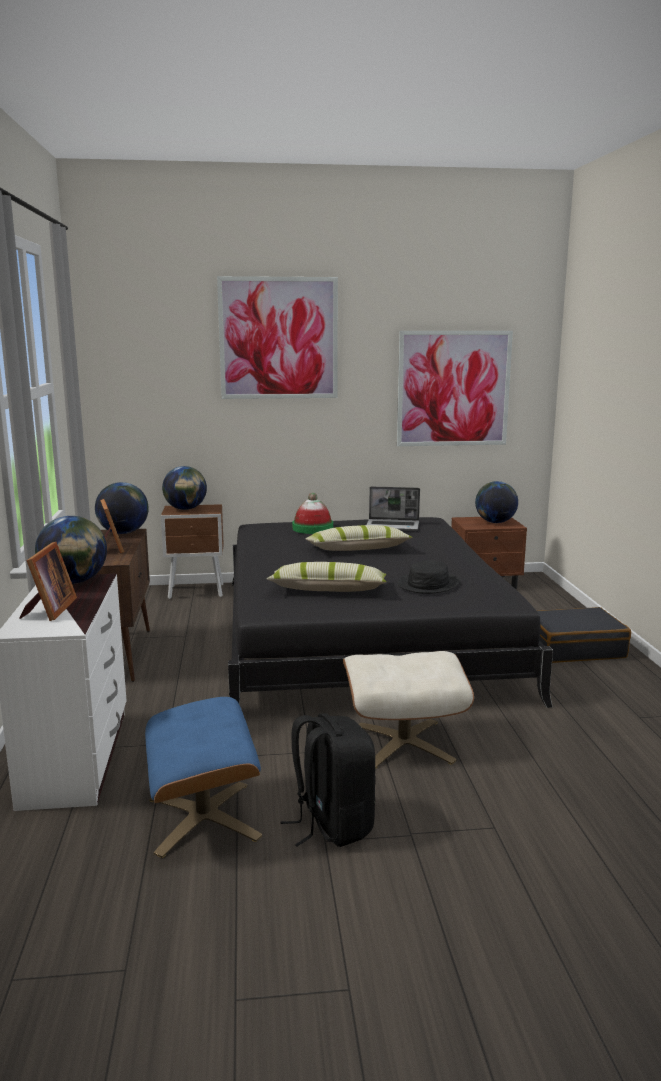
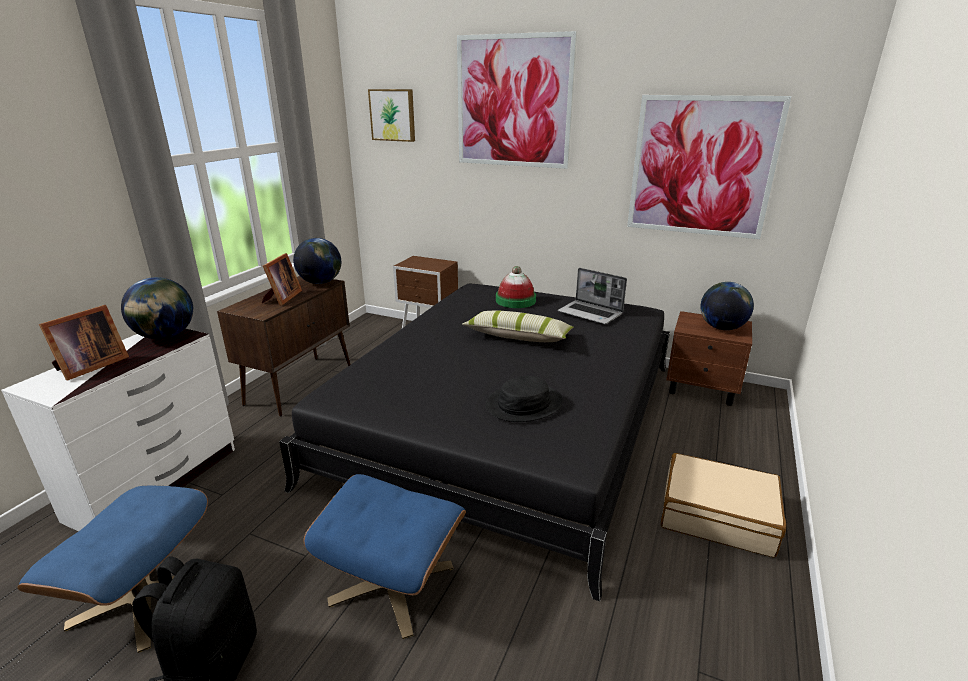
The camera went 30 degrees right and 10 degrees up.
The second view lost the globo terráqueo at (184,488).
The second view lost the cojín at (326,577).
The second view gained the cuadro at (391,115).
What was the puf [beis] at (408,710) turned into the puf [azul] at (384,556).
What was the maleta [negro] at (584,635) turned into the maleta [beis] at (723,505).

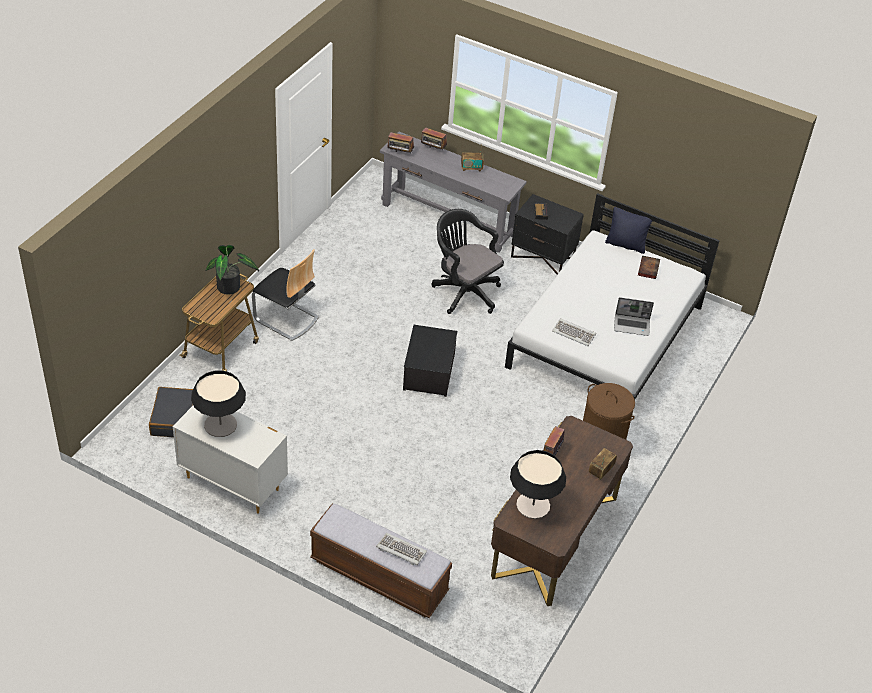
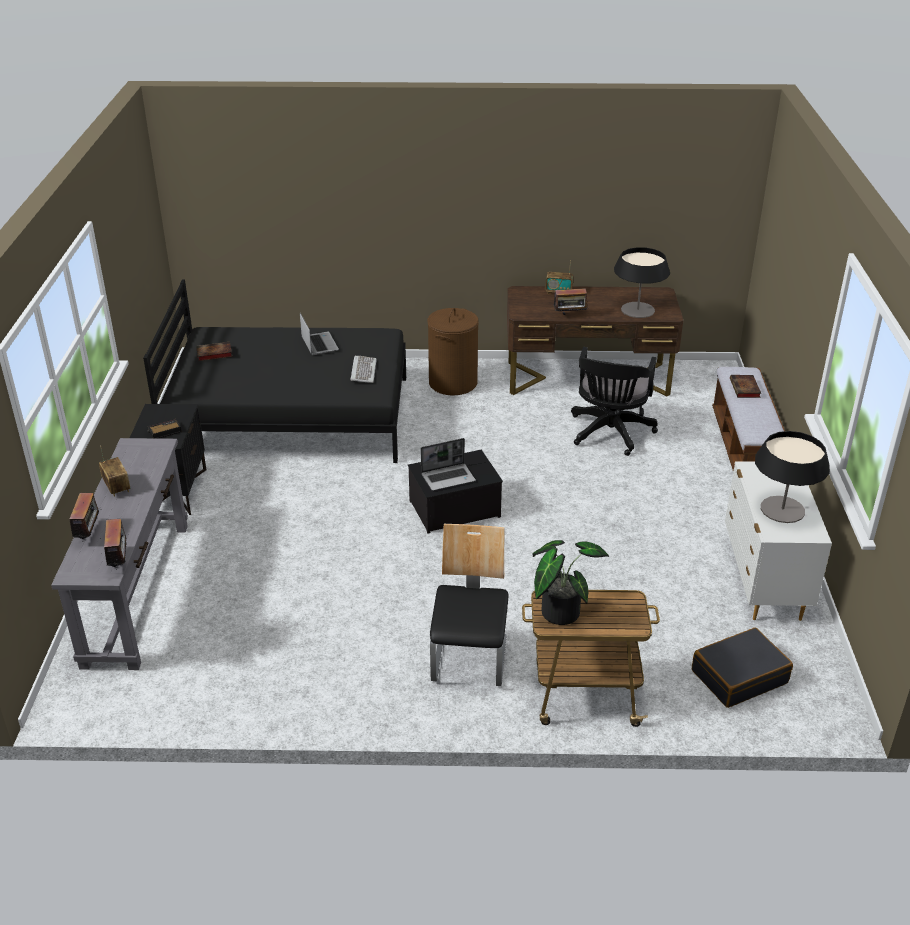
The camera went 115 degrees left and 10 degrees down.
The second view lost the cojín [negro] at (628,230).
The second view gained the portátil at (448,464).
The silla de oficina [negro] ended up elsewhere, having gone from (468,261) to (614,401).
Where the teclado stood at (401,549), the libro came to stand at (745,386).
What was the cama [blanco] at (612,296) turned into the cama [negro] at (274,371).

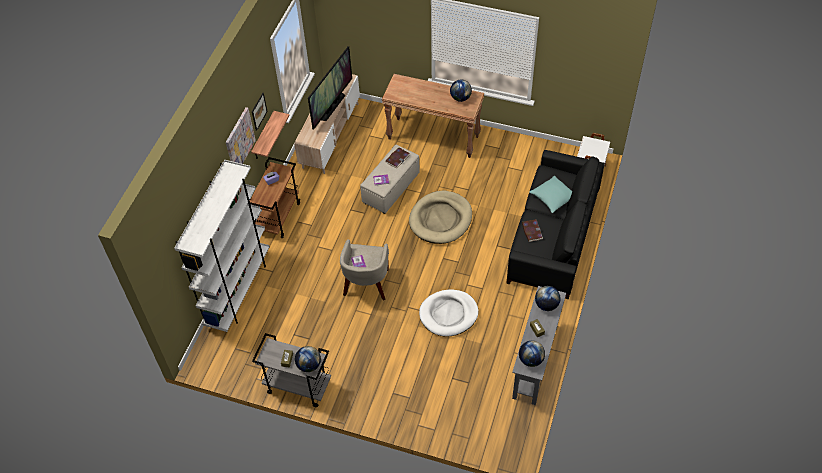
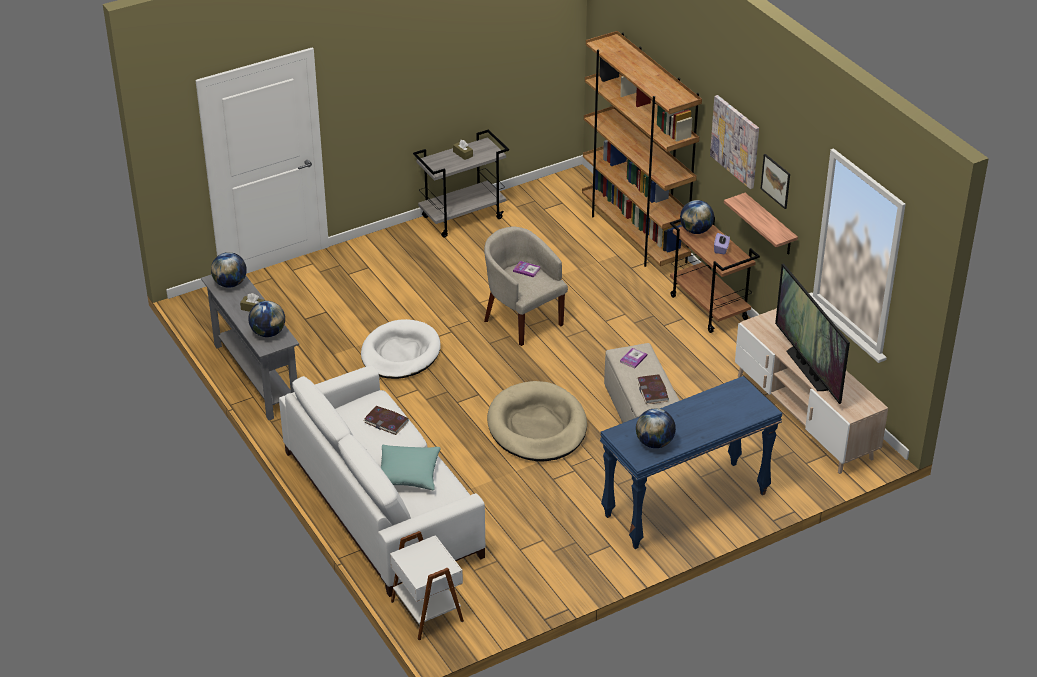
The camera went 130 degrees right and 15 degrees down.
The globo terráqueo ended up elsewhere, having gone from (308,359) to (697,217).
What was the estantería [blanco] at (221,246) turned into the estantería [marrón] at (642,149).
What was the mesa consola [marrón] at (433,116) turned into the mesa consola [azul] at (691,462).
What was the sofá [negro] at (555,224) turned into the sofá [blanco] at (382,481).

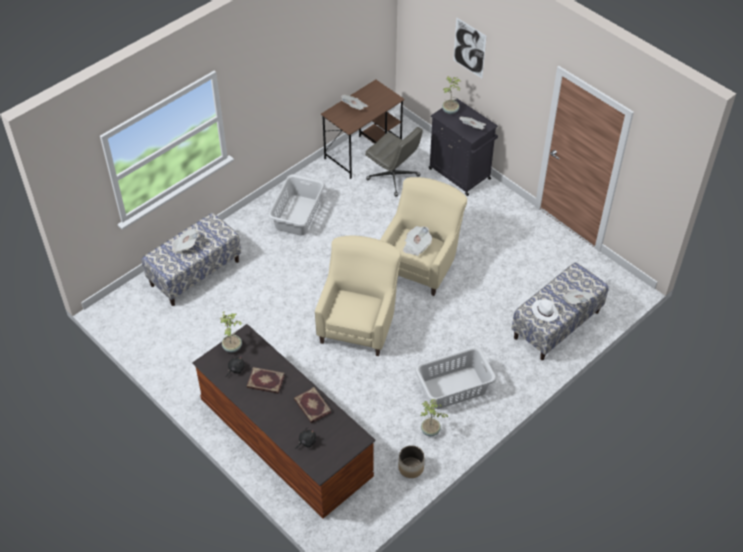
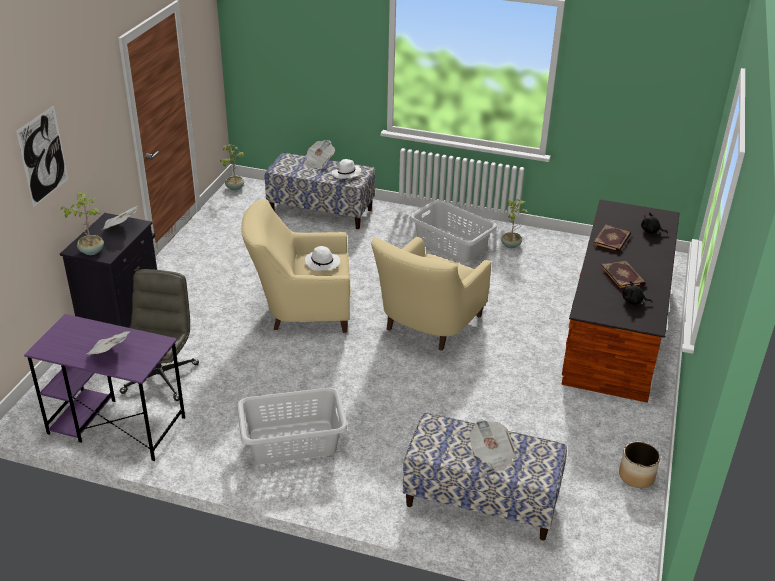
The camera went 120 degrees left and 15 degrees down.
The planta en maceta ended up elsewhere, having gone from (231,331) to (232,167).
The maceta ended up elsewhere, having gone from (411,461) to (639,464).
Where the periódico stood at (417,241), the sombrero [blanco] came to stand at (322,258).
What was the escritorio [marrón] at (363,129) turned into the escritorio [morado] at (104,387).
The sillón [beis] at (358,296) ended up facing another way, 45 degrees counterclockwise from before.

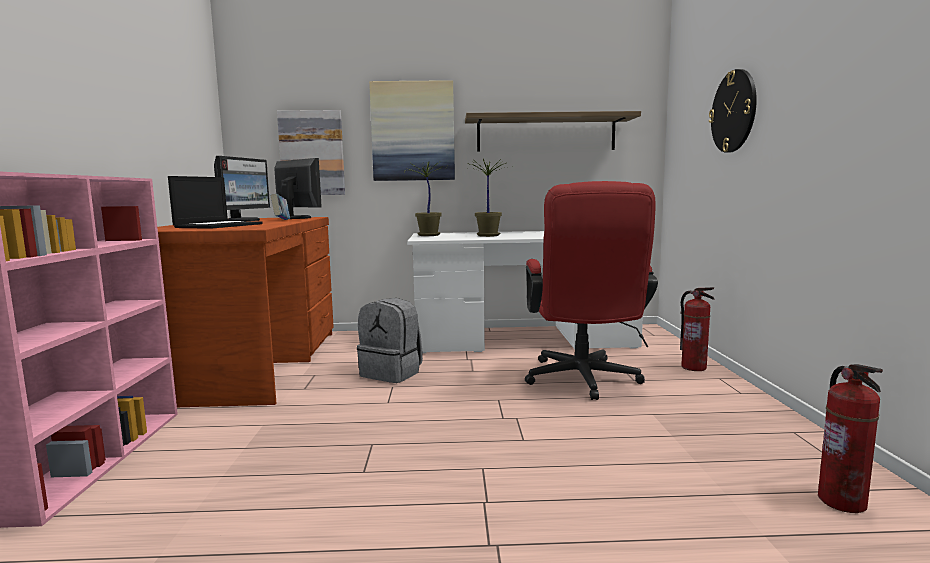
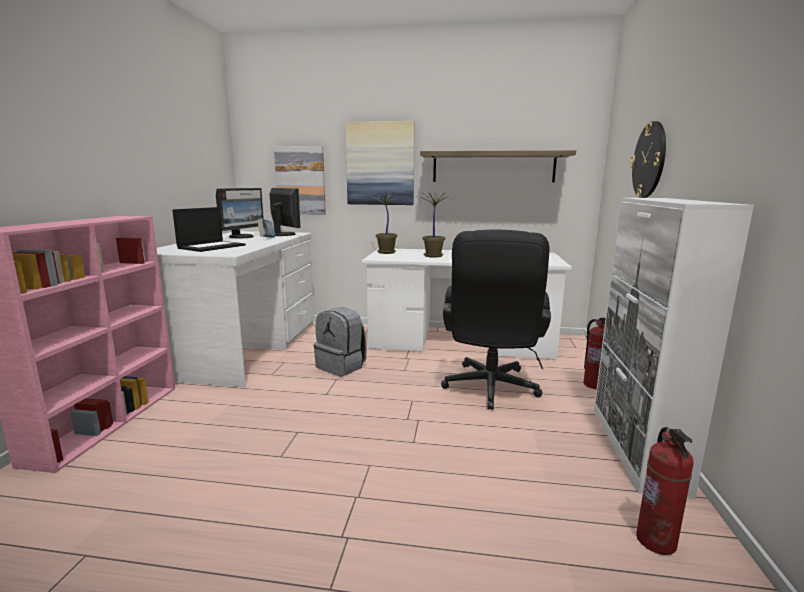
The camera went 10 degrees right and 5 degrees up.
The second view gained the armario [blanco] at (674,348).
What was the escritorio [marrón] at (245,312) turned into the escritorio [blanco] at (235,309).
What was the silla de oficina [rojo] at (591,290) turned into the silla de oficina [negro] at (496,320).

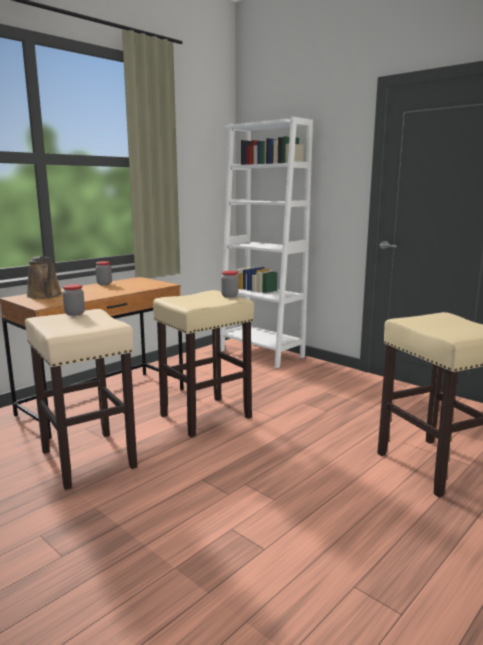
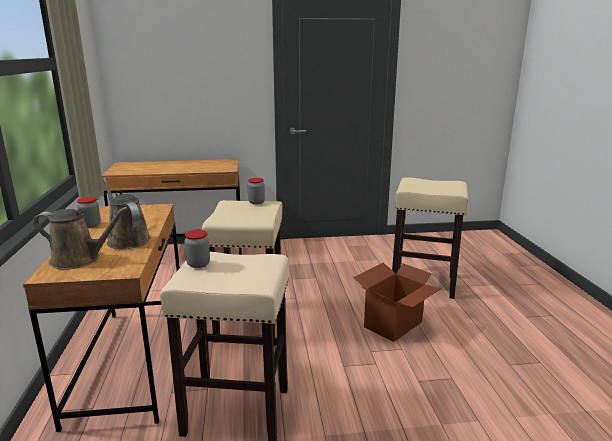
The camera went 50 degrees left and 5 degrees up.
The second view gained the regadera [marrón] at (127,213).
The second view gained the caja de cartón at (397,302).
Where the estantería [blanco] stood at (266,242), the escritorio [marrón] came to stand at (172,207).

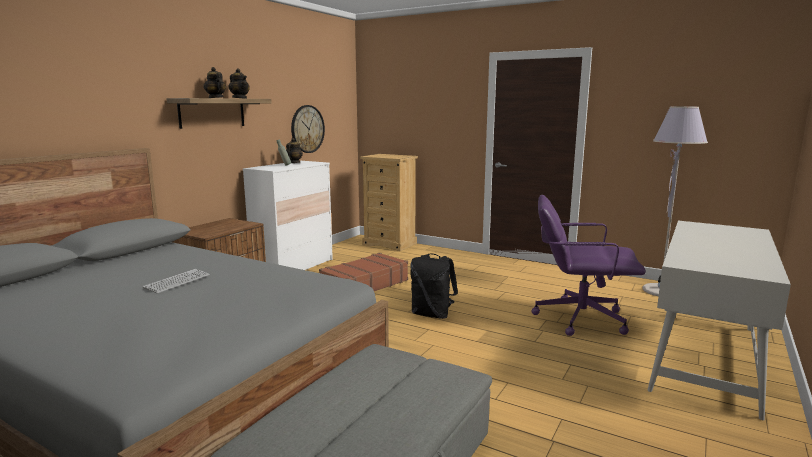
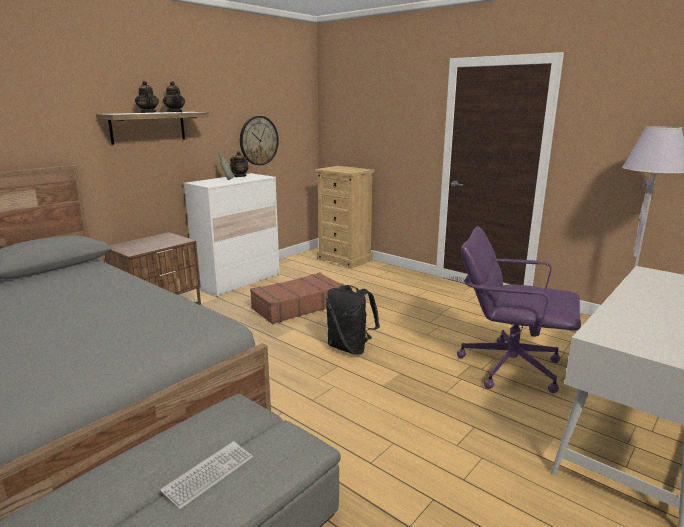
The camera went 10 degrees right and 5 degrees up.
The teclado ended up elsewhere, having gone from (176,281) to (206,475).

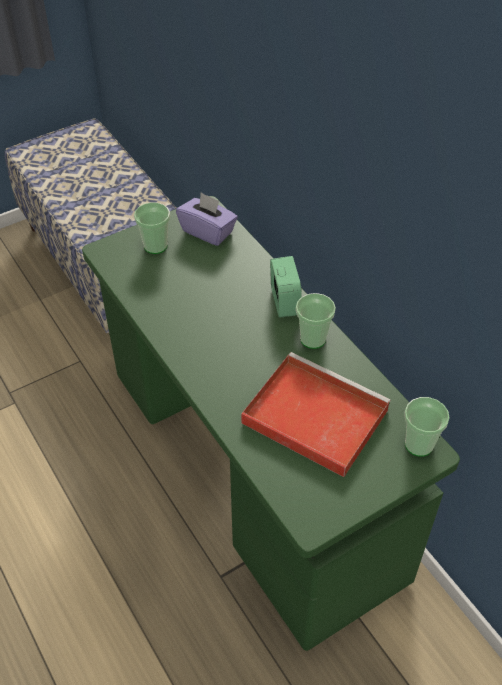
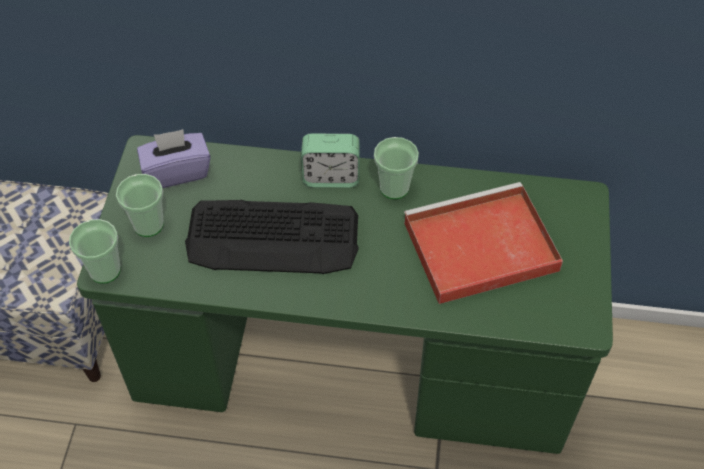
The camera went 50 degrees left and 5 degrees up.
The second view gained the teclado at (272,237).
The taza ended up elsewhere, having gone from (426,427) to (95,251).
The despertador at (286,287) ended up facing another way, 150 degrees clockwise from before.

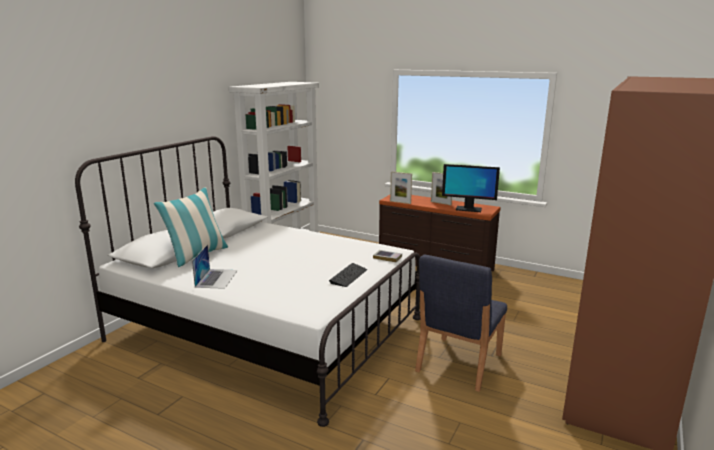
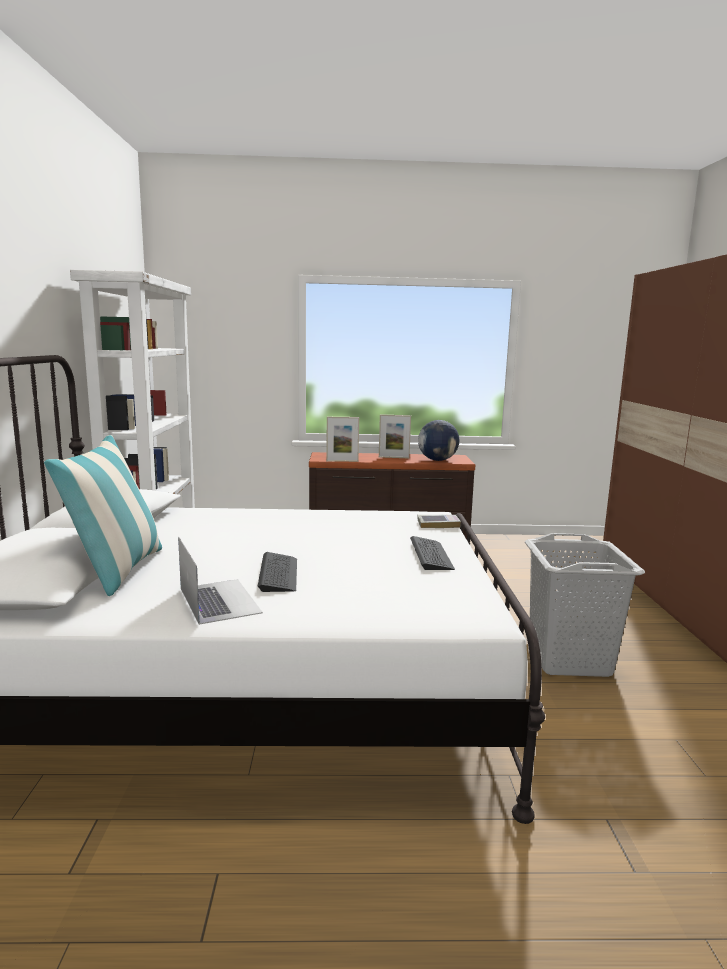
The camera went 30 degrees left and 5 degrees down.
The second view gained the teclado at (277,572).
Where the silla [azul] stood at (461,323), the cesto de la ropa [gris] came to stand at (585,605).
Where the monitor stood at (471,188), the globo terráqueo came to stand at (438,440).

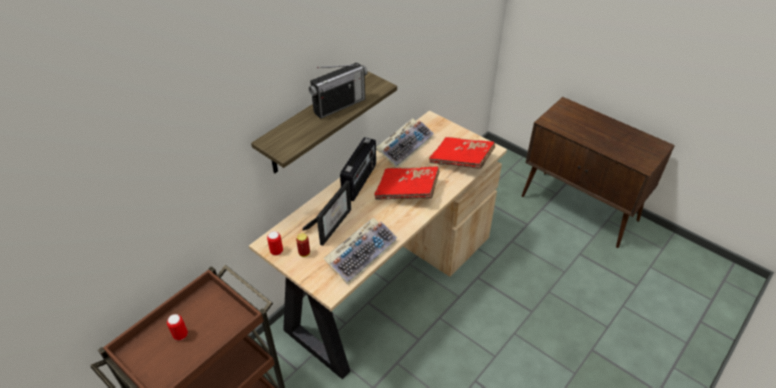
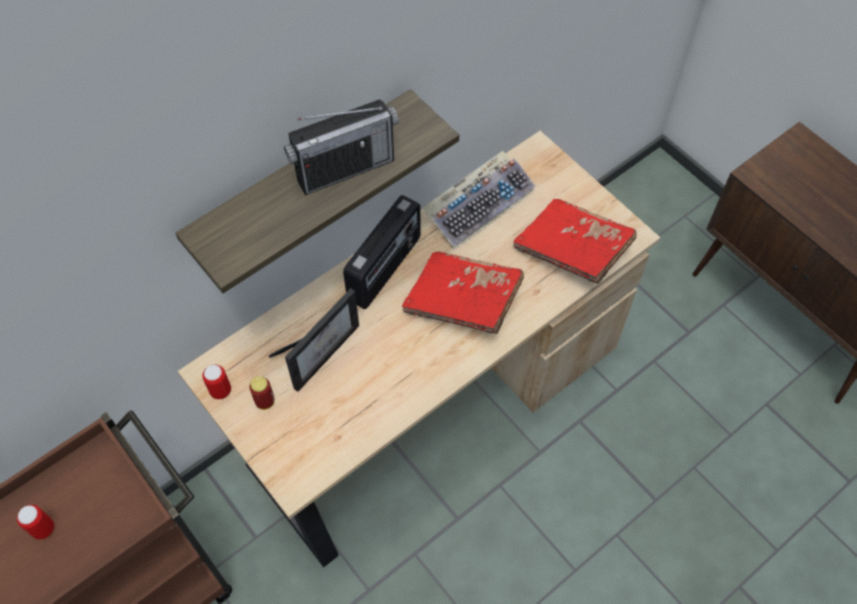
The camera went 10 degrees right and 15 degrees up.
The second view lost the teclado at (360,251).

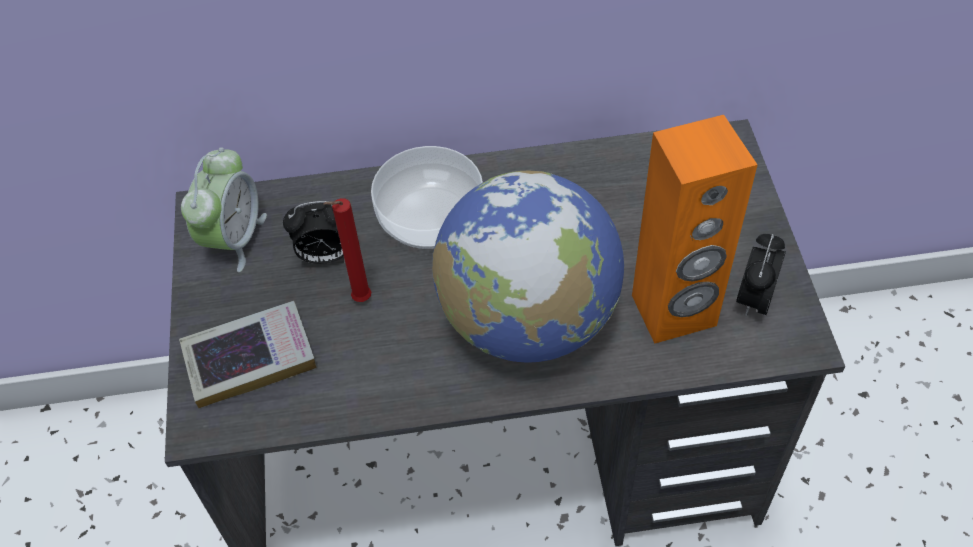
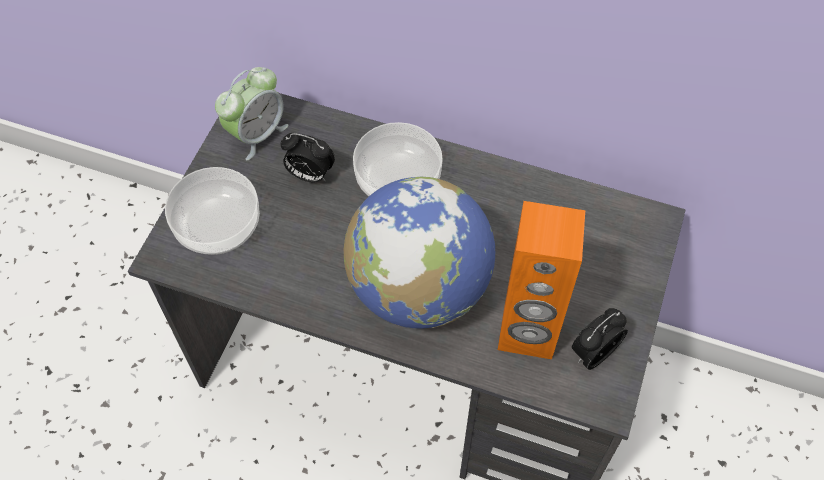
The camera went 25 degrees right and 5 degrees up.
The second view lost the vela [rojo] at (347,250).
Where the libro stood at (248,354), the cuenco came to stand at (212,211).

